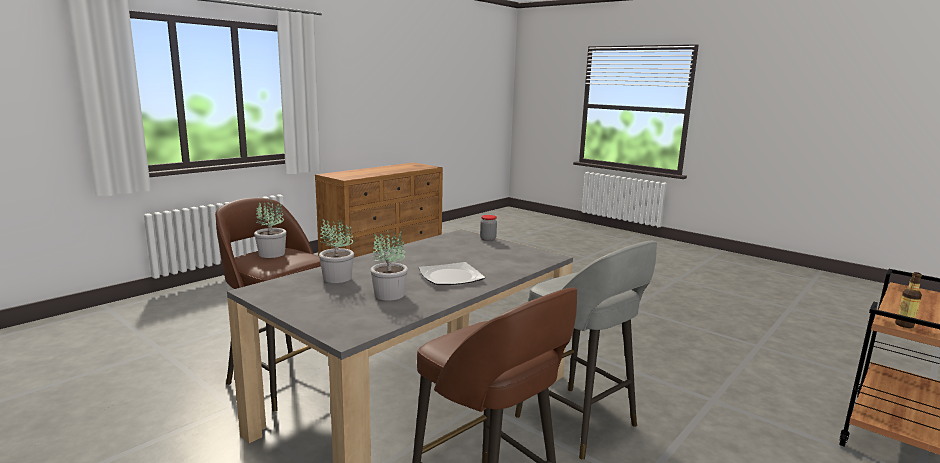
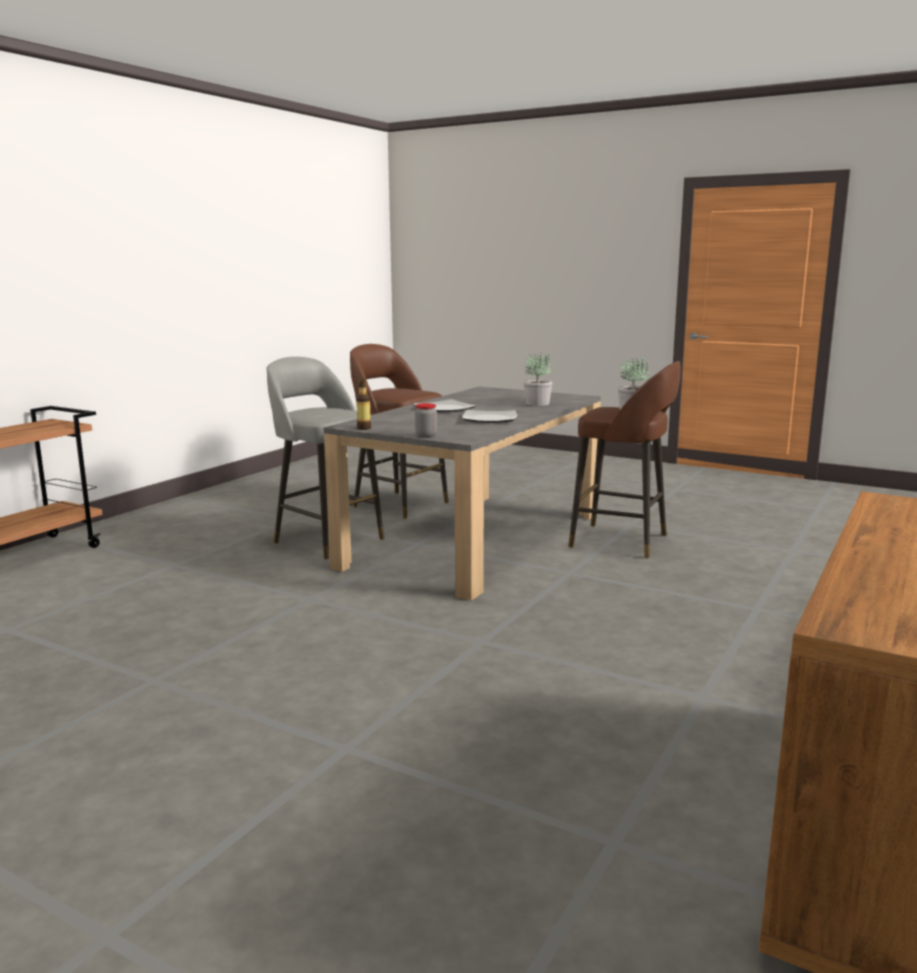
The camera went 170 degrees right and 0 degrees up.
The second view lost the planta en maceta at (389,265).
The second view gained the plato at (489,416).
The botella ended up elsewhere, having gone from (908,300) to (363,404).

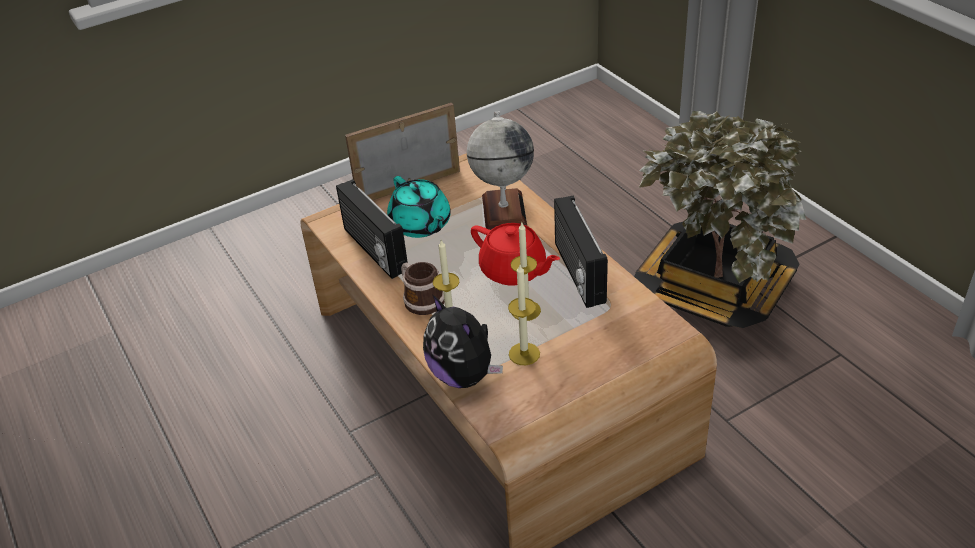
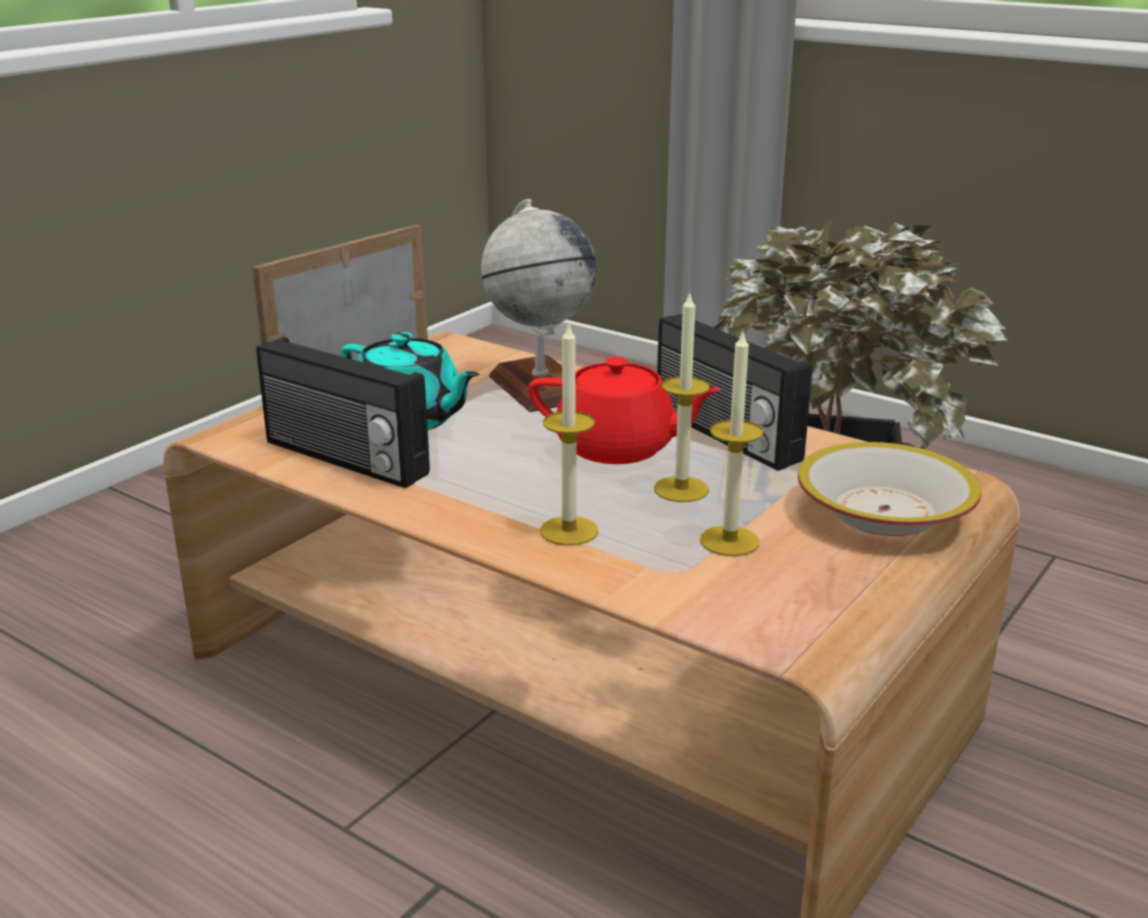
The camera went 25 degrees left and 15 degrees down.
The second view lost the taza grande at (422,288).
The second view lost the peluche at (463,341).
The second view gained the cuenco at (889,489).

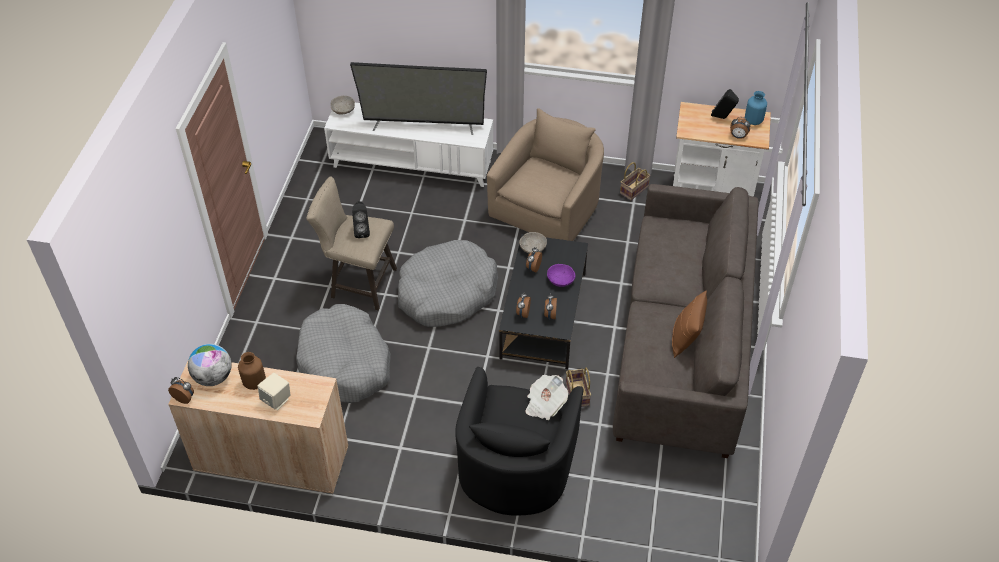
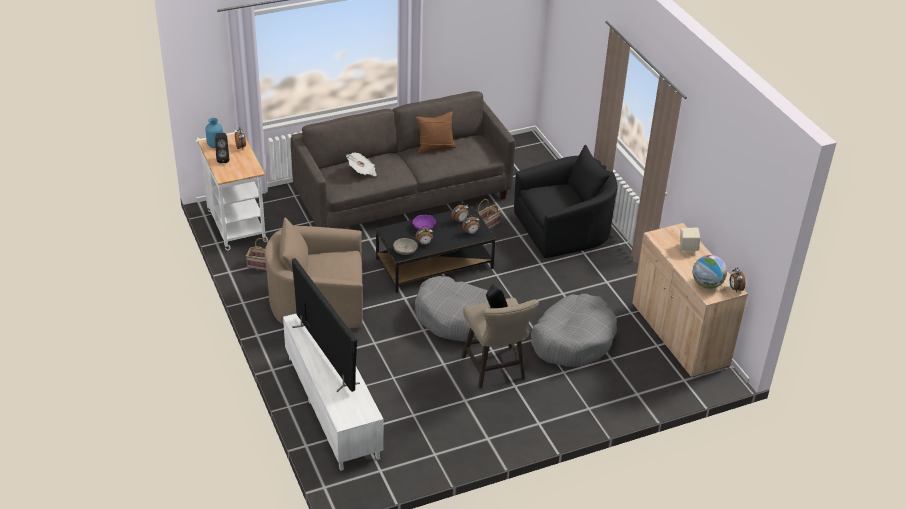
The camera went 125 degrees left and 10 degrees down.
The second view lost the florero [marrón] at (252,371).
The second view lost the cuenco [gris] at (342,105).
The periódico ended up elsewhere, having gone from (546,397) to (361,164).

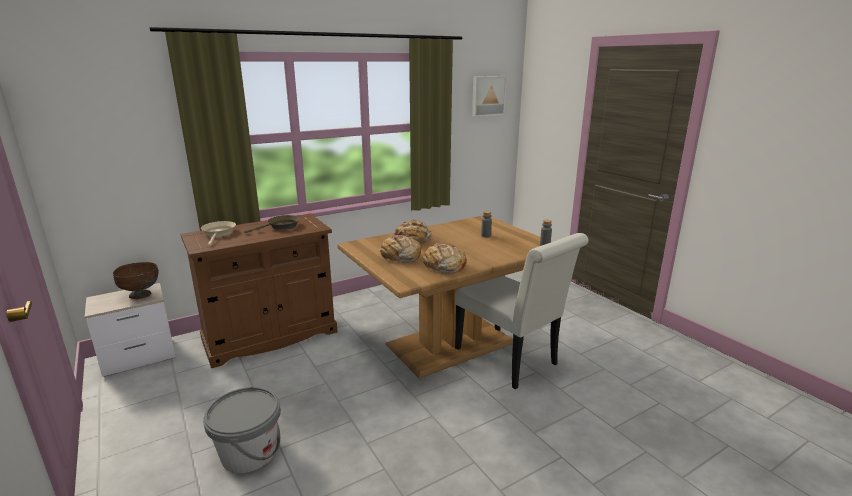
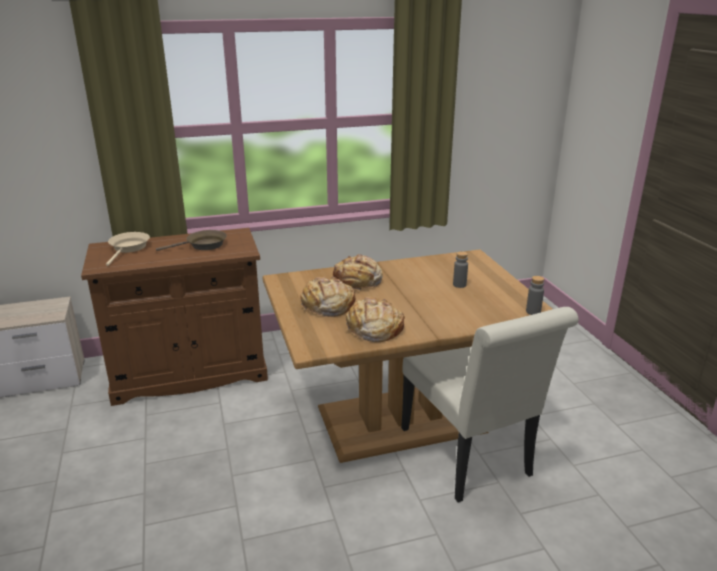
The camera went 15 degrees right and 5 degrees up.
The second view lost the cuenco [marrón] at (136,280).
The second view lost the cubo [gris] at (242,430).
The second view lost the cuadro at (489,96).

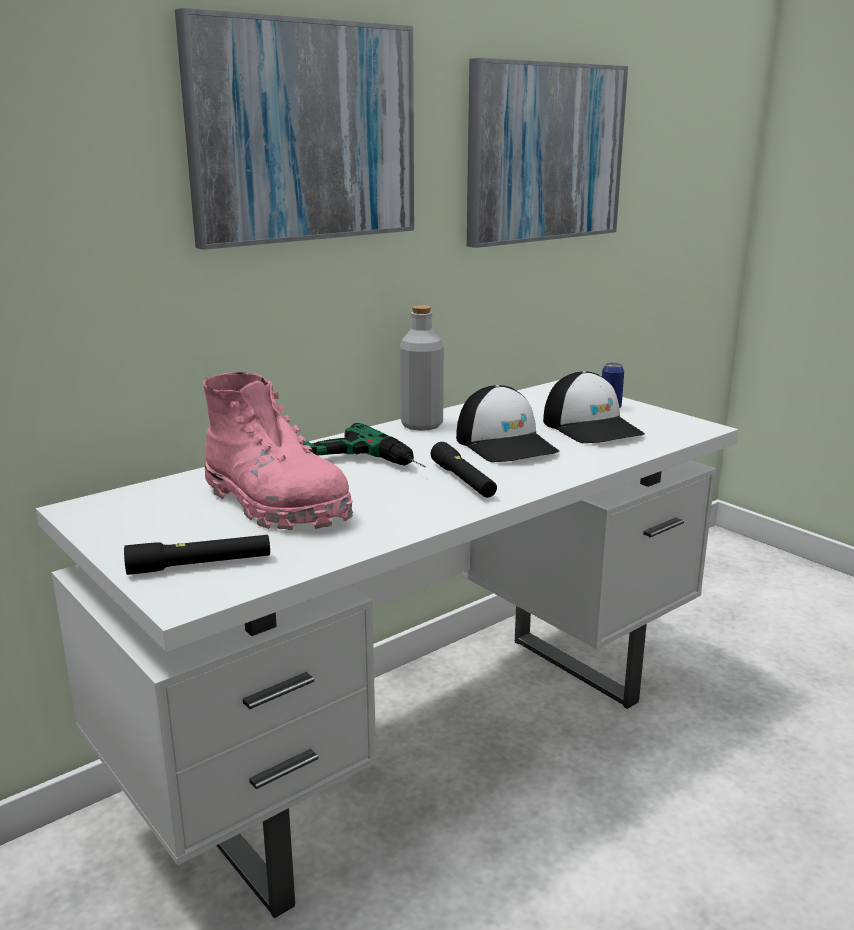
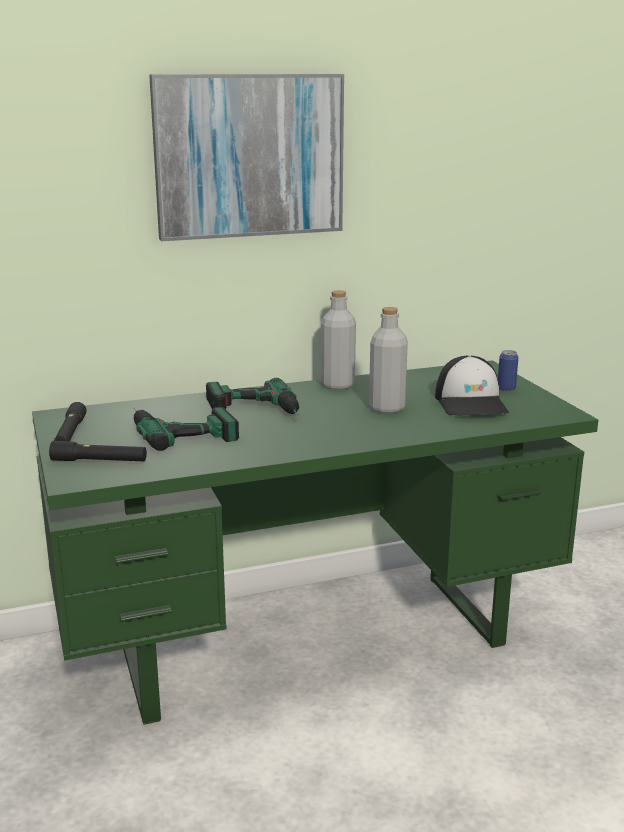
The camera went 20 degrees right and 0 degrees up.
The second view lost the cuadro at (547,153).
The linterna [negro] ended up elsewhere, having gone from (464,470) to (70,421).
Where the bota [rosa] stood at (278,451), the taladro came to stand at (186,429).
Where the gorra stood at (507,423), the botella [gris] came to stand at (388,360).
What was the escritorio [blanco] at (387,649) turned into the escritorio [verde] at (315,542).

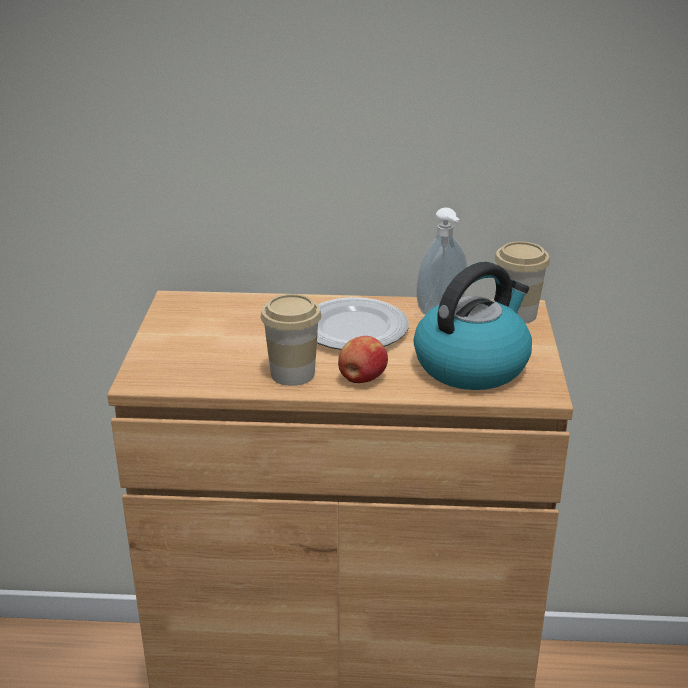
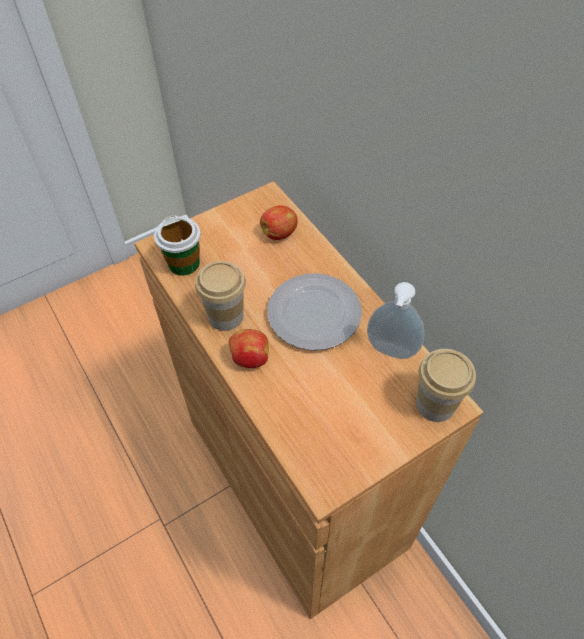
The camera went 55 degrees right and 25 degrees up.
The second view lost the hervidor at (473,326).
The second view gained the taza at (177,245).
The second view gained the manzana at (279,223).

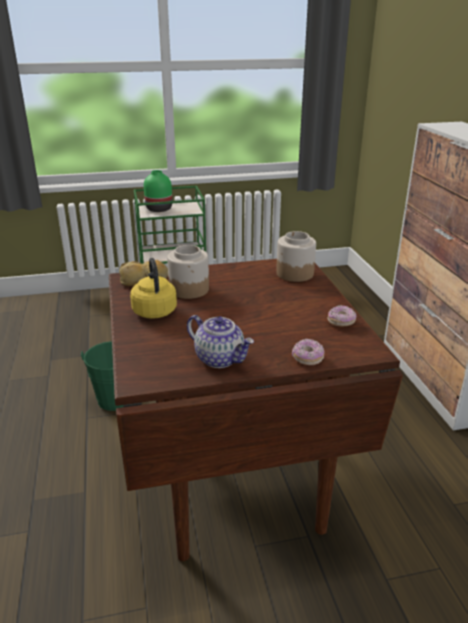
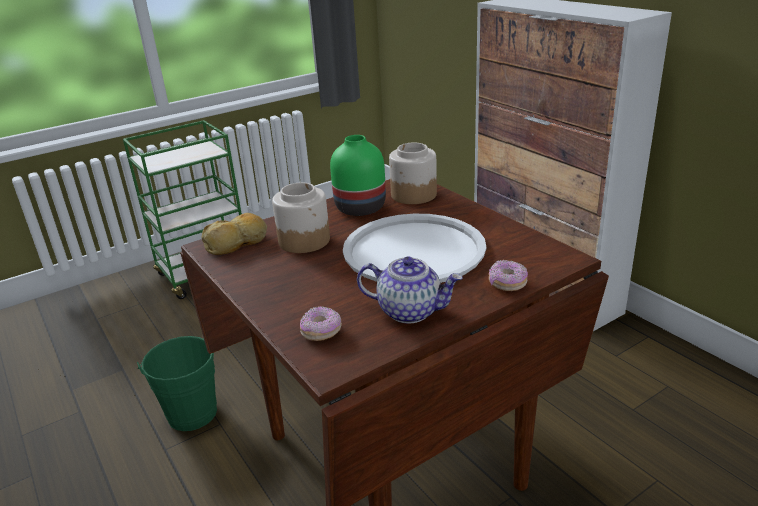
The camera went 20 degrees left and 0 degrees up.
The second view lost the hervidor [amarillo] at (153,288).
The second view gained the bandeja [blanco] at (414,248).
The florero [verde] ended up elsewhere, having gone from (158,191) to (358,175).
The rosquilla ended up elsewhere, having gone from (341,316) to (321,323).

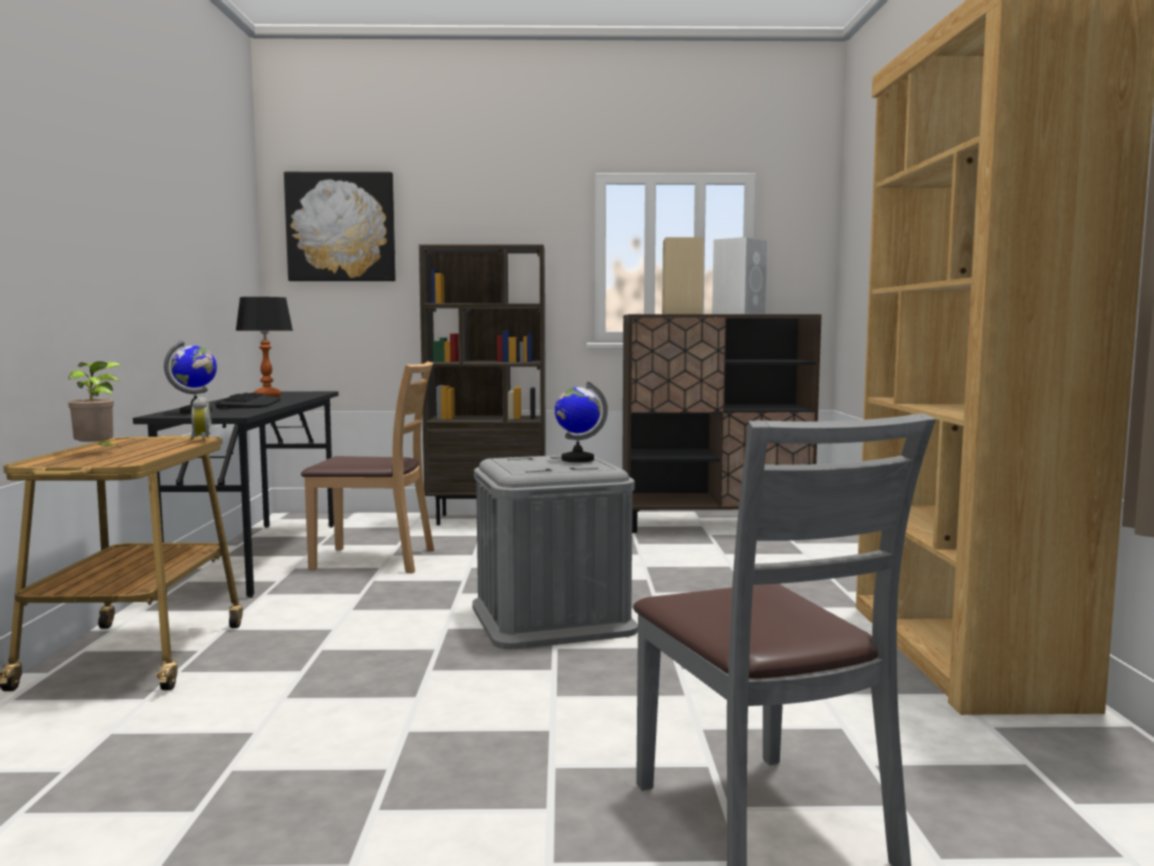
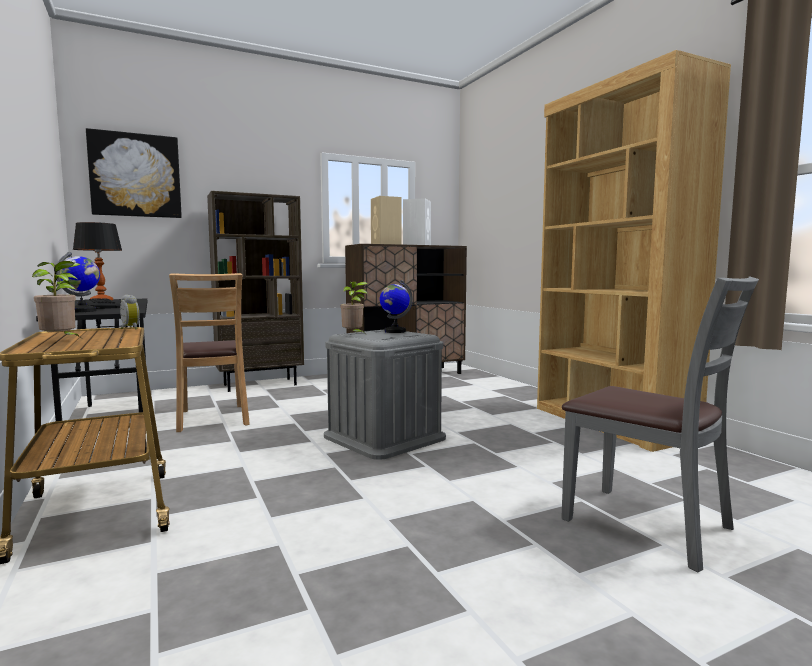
The camera went 25 degrees left and 0 degrees up.
The second view gained the planta en maceta at (354,307).
The silla [marrón] at (367,467) ended up facing another way, 90 degrees clockwise from before.

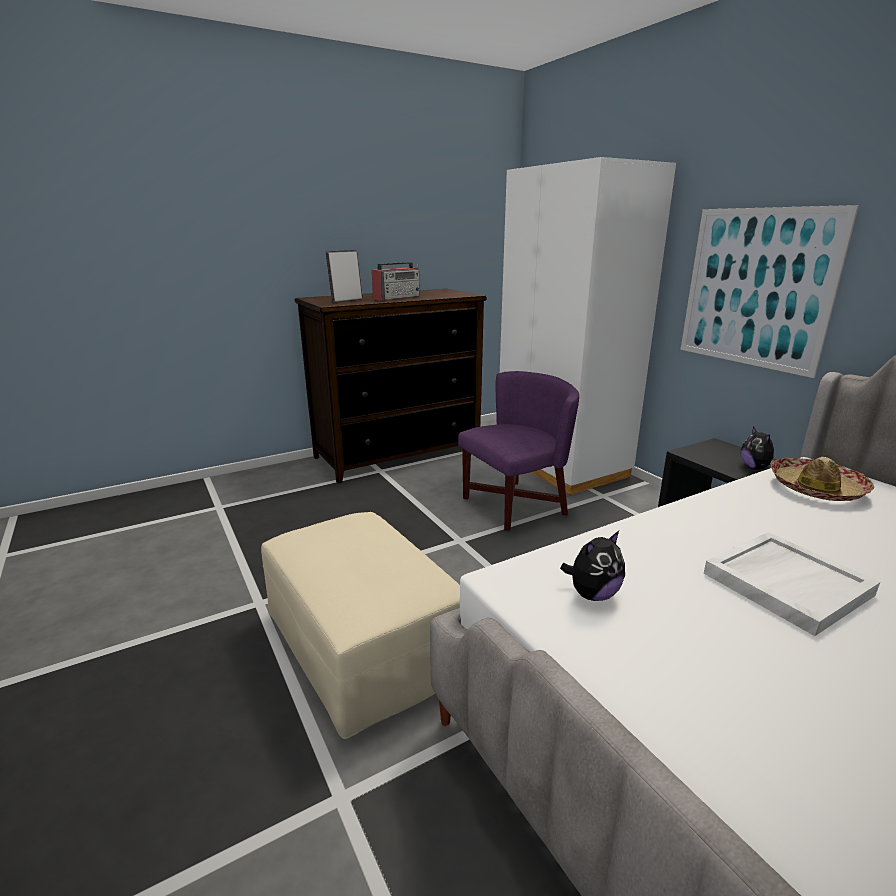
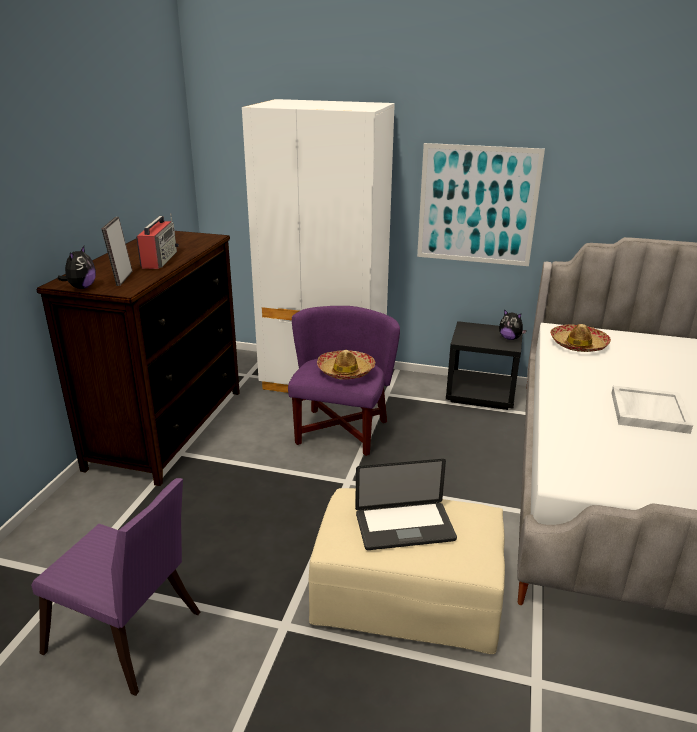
The camera went 45 degrees left and 5 degrees up.
The second view gained the silla [morado] at (115,587).
The second view gained the sombrero at (346,365).
The second view gained the portátil at (406,504).
The peluche ended up elsewhere, having gone from (592,566) to (77,267).

